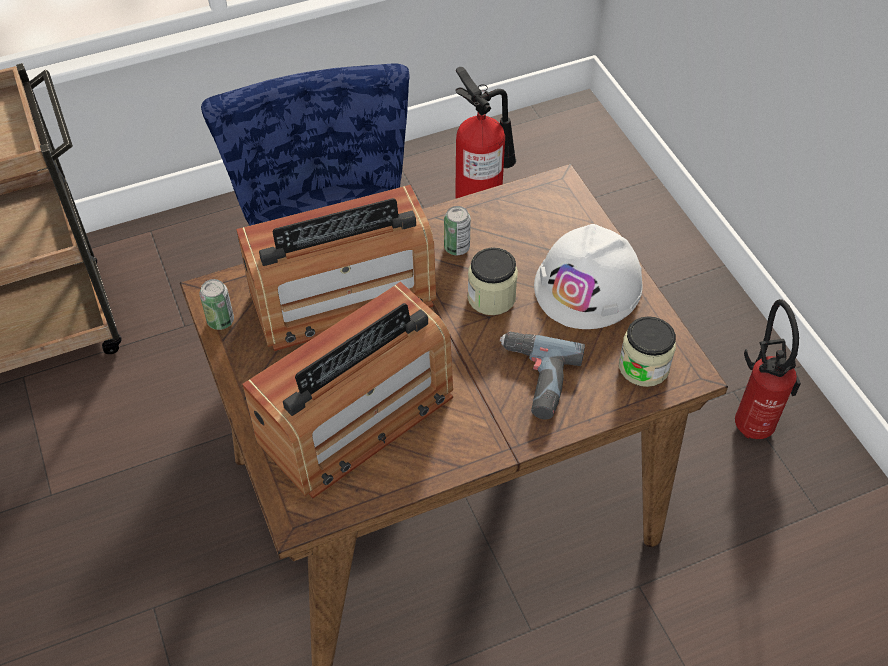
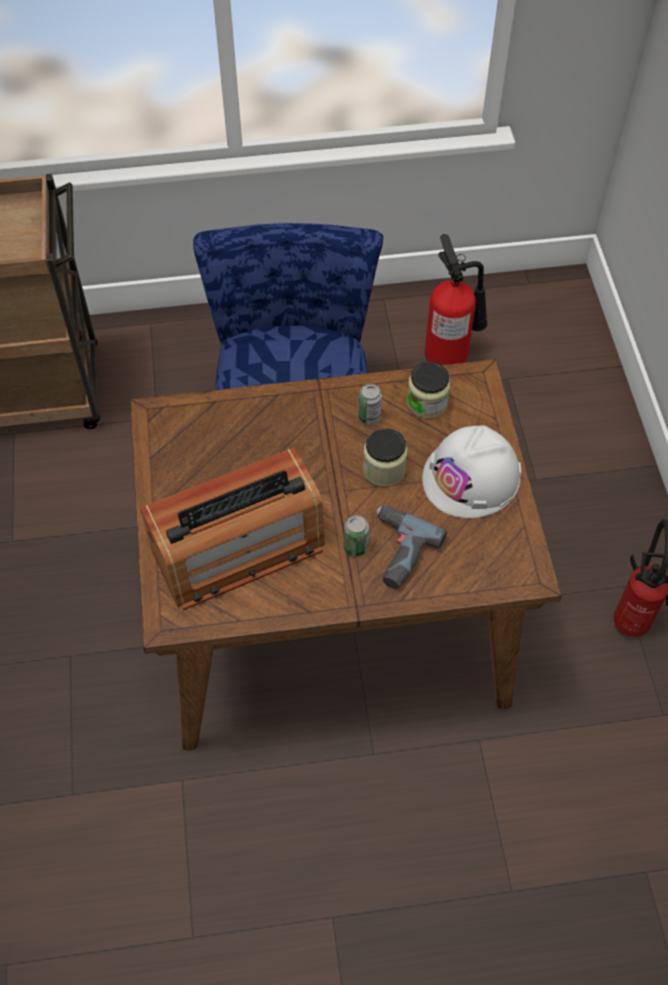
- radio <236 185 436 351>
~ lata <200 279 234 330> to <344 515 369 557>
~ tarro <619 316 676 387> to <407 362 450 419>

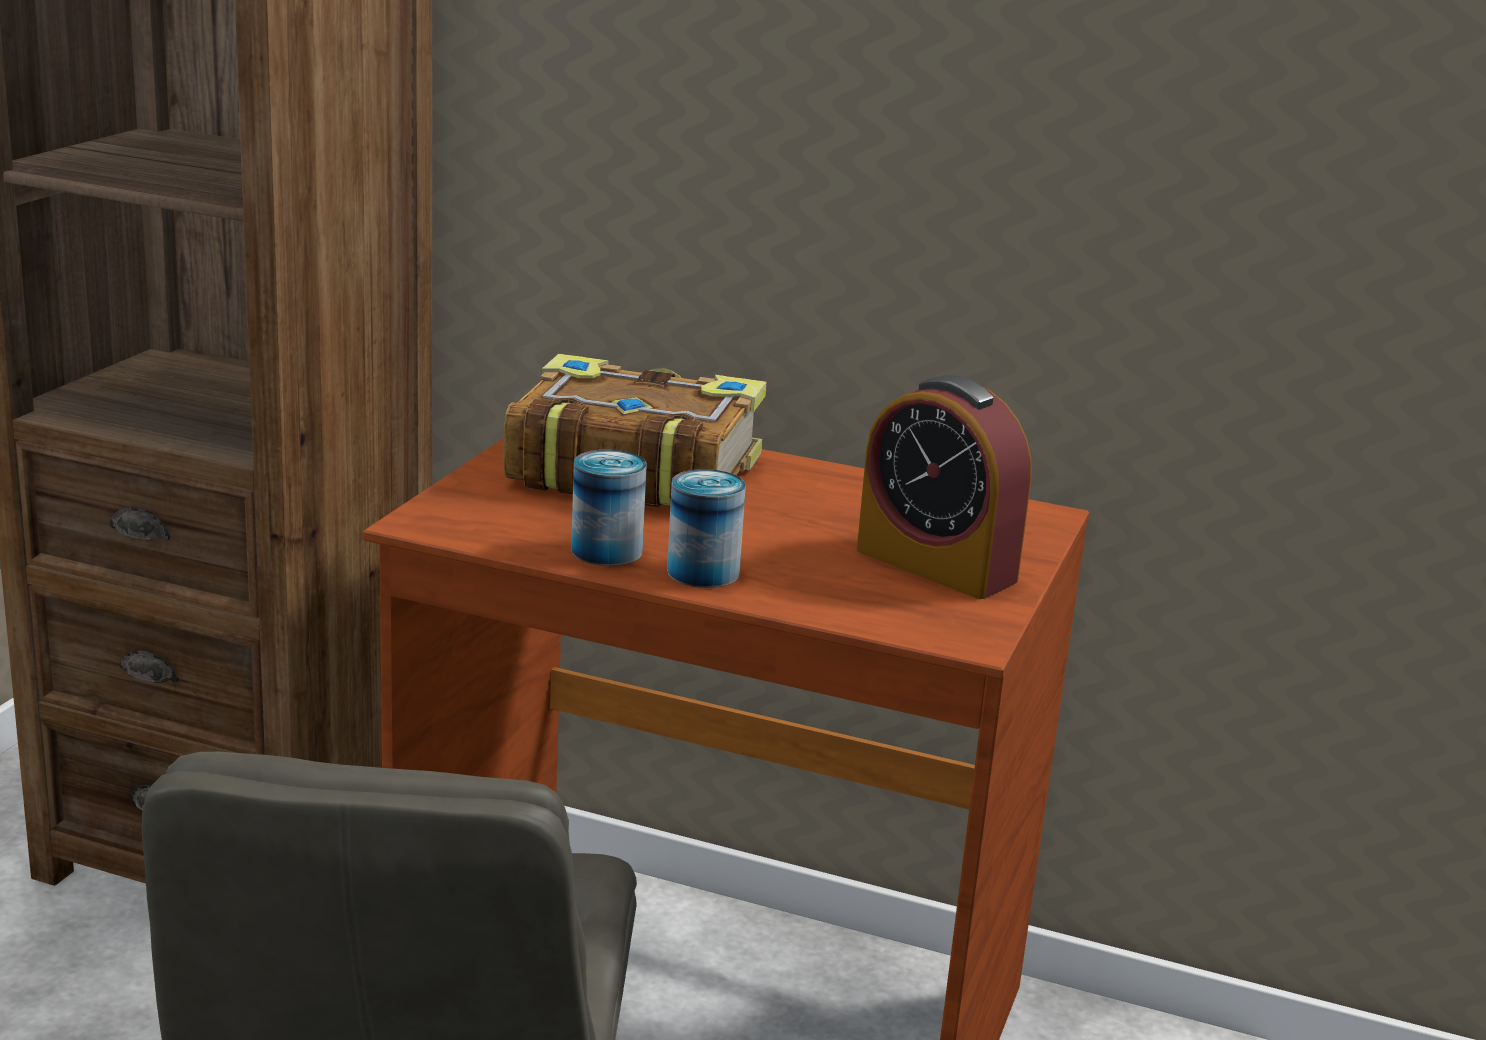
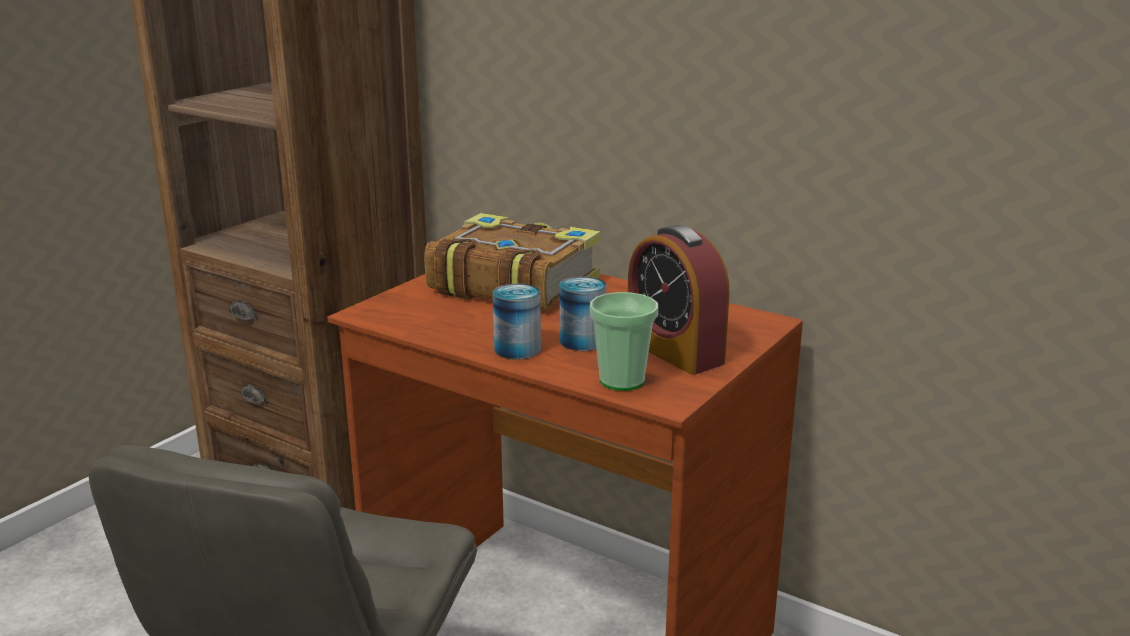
+ taza <590 292 658 391>
~ lata <571 450 647 566> to <560 277 606 351>

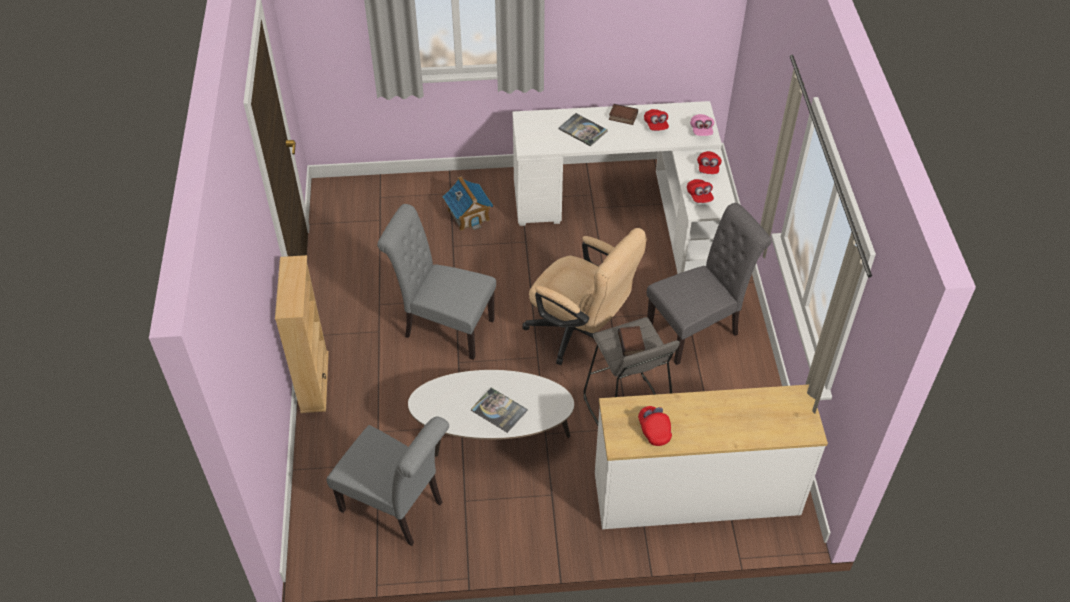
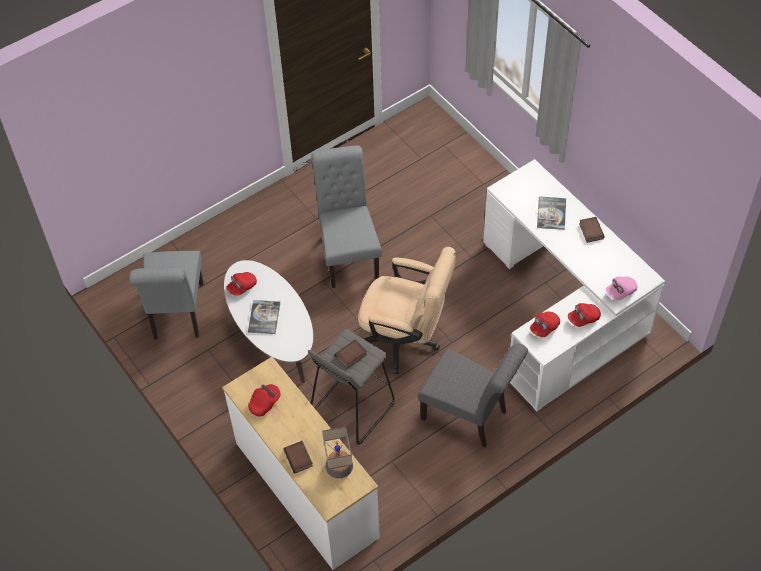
- estantería/beis <275 255 329 413>
- casita <443 176 493 231>
+ libro <284 441 313 474>
+ lámpara de mesa <322 426 353 479>
~ gorra/rojo <644 109 669 131> to <226 272 257 296>
~ silla de oficina/beis <522 228 647 365> = <358 247 456 374> 75 degrees counterclockwise

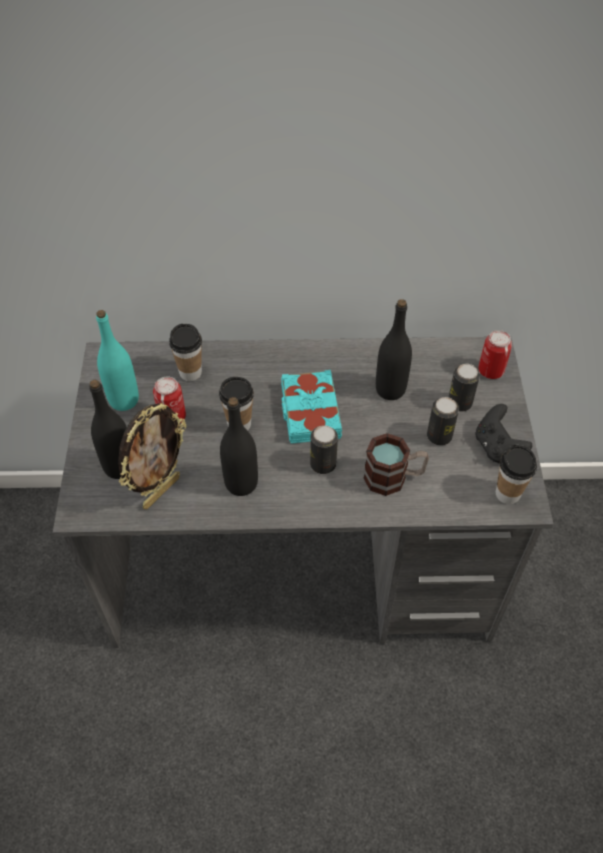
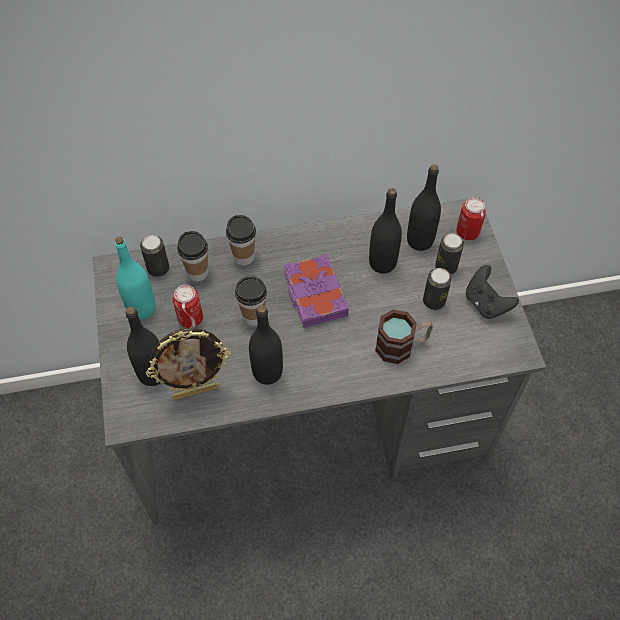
+ botella/negro <407 164 441 251>
~ lata <310 425 338 474> to <140 235 169 277>
~ taza <496 445 537 504> to <226 215 256 266>
~ libro/turquesa <281 370 342 444> to libro/morado <284 254 349 328>
~ portarretratos <118 403 186 509> = <146 328 231 400> 45 degrees clockwise

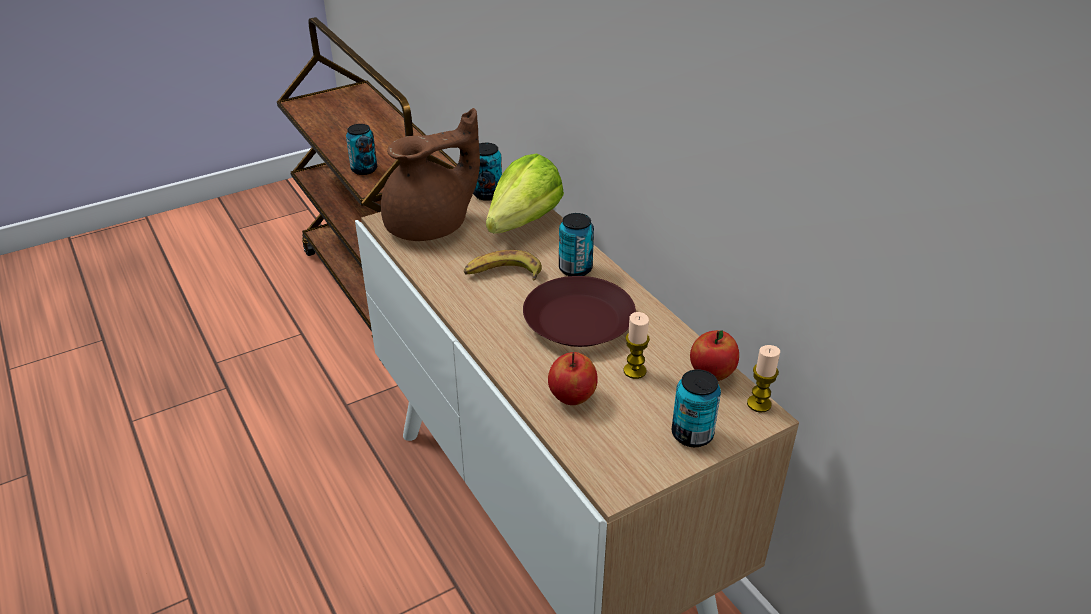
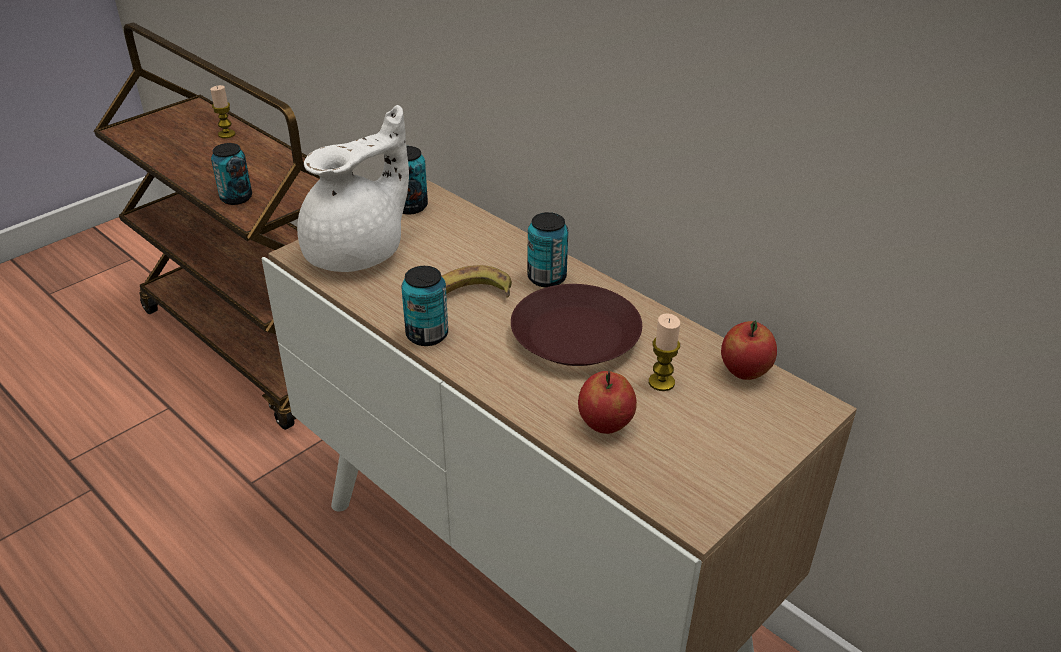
- lechuga <486 153 564 234>
~ lata <672 369 721 447> to <401 266 448 346>
~ vela <747 345 780 413> to <210 85 236 138>
~ tetera/marrón <381 108 480 241> to tetera/blanco <297 105 409 272>

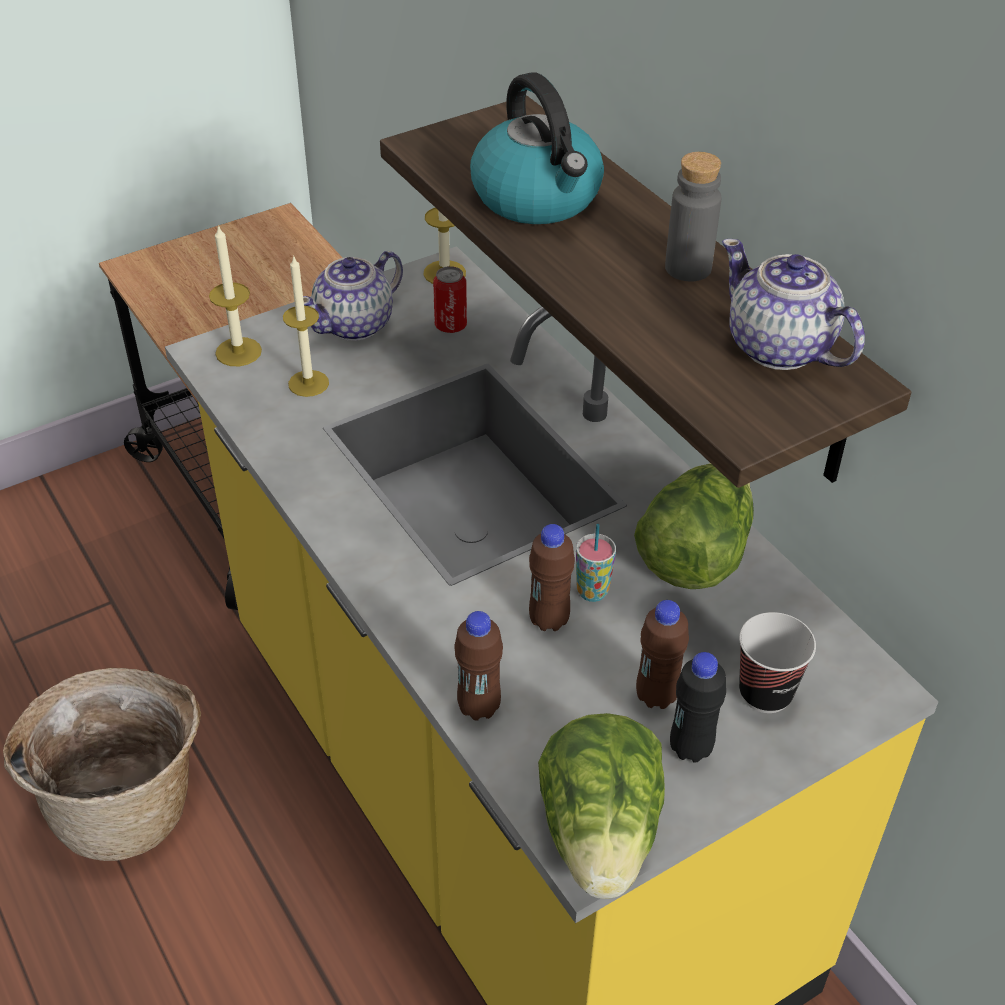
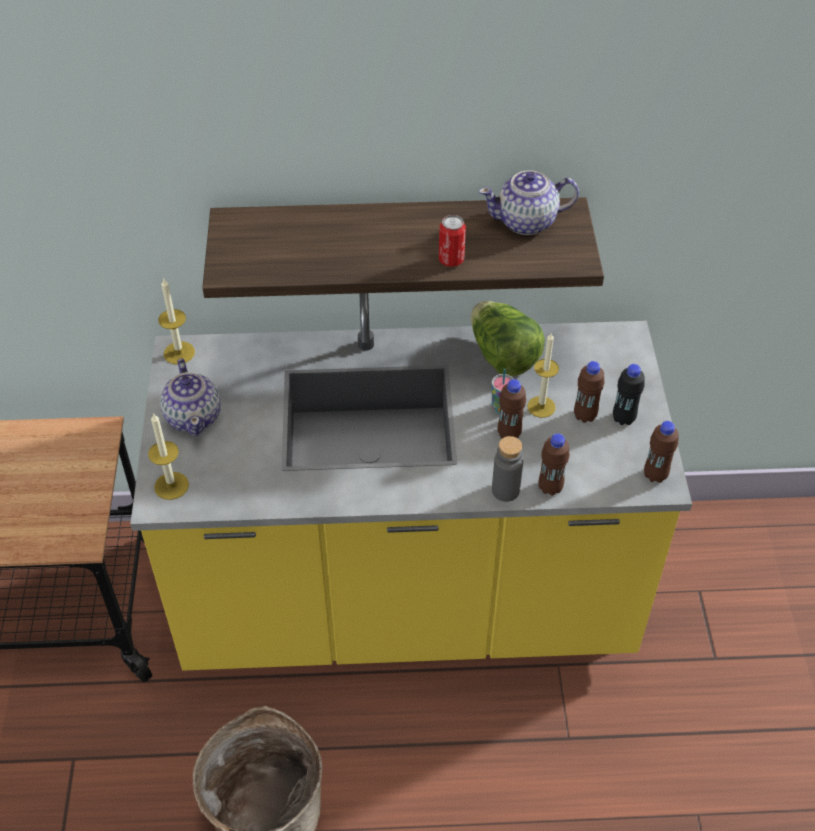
- hervidor <470 72 604 224>
- taza <739 612 816 713>
~ vela <283 255 329 397> to <527 333 559 418>
~ lata <433 266 467 333> to <439 215 466 267>
~ botella/gris <665 152 721 282> to <492 436 523 502>
~ lechuga <538 713 665 899> to botella/marrón <644 421 679 483>

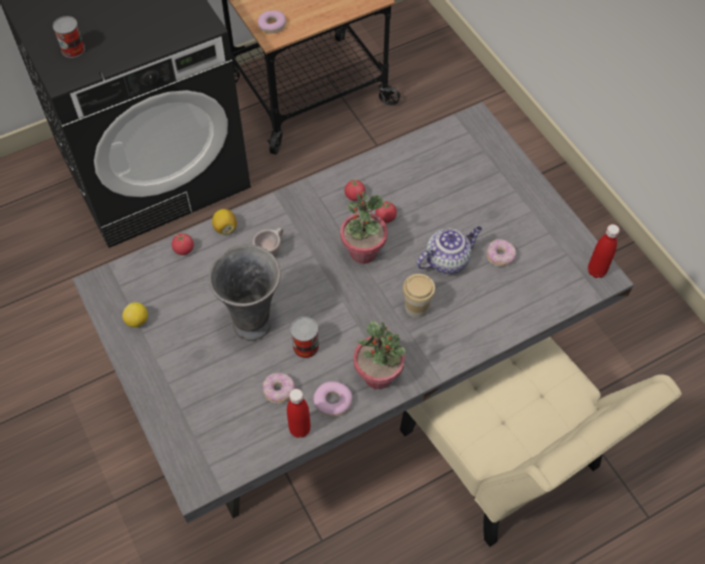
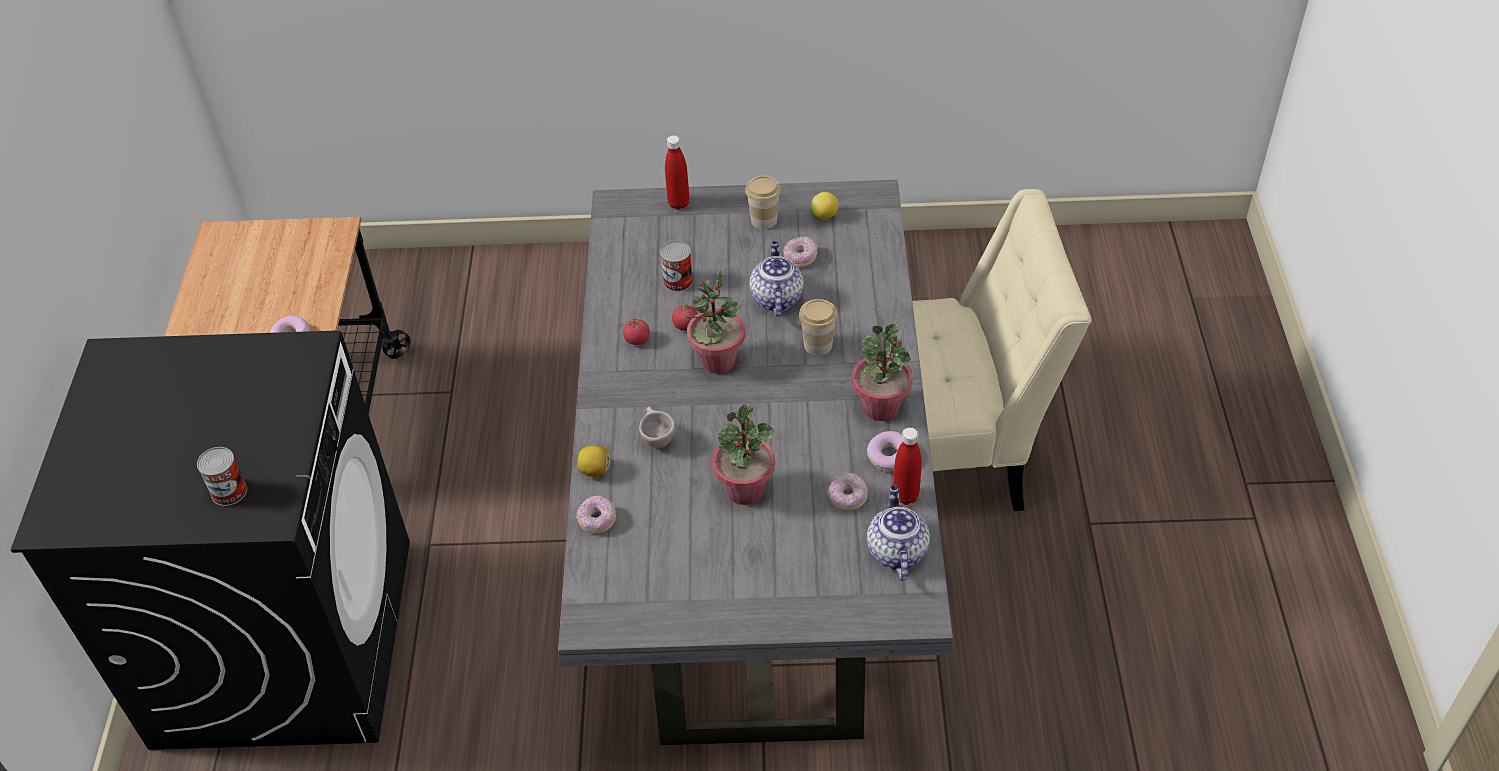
+ taza <745 176 781 229>
+ tetera <867 485 930 581>
~ limón <122 302 148 328> to <811 192 839 219>
~ lata <291 317 319 359> to <660 241 693 292>
~ botella/rojo <588 224 620 278> to <665 135 690 210>
~ tomate <172 233 194 255> to rosquilla <576 496 616 533>
~ florero/gris <208 244 281 341> to planta en maceta <712 404 775 505>

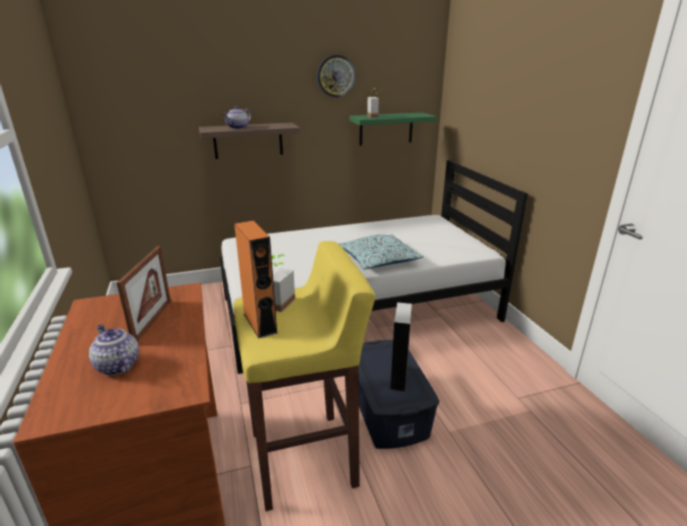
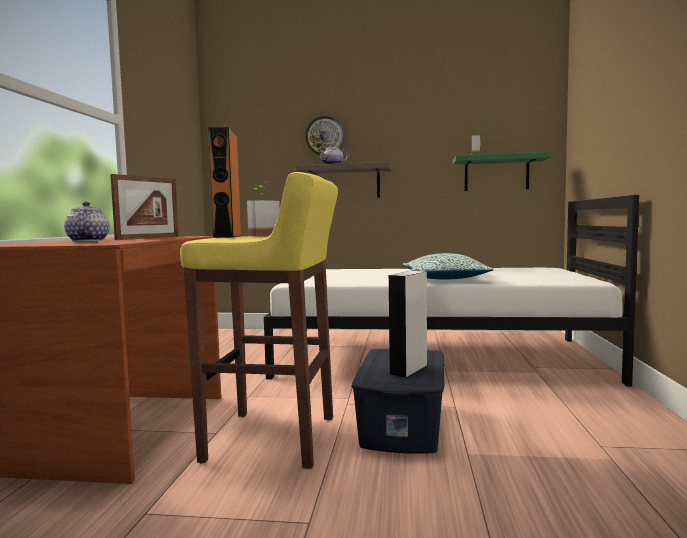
~ reloj de pared <317 55 356 98> to <305 116 344 155>

